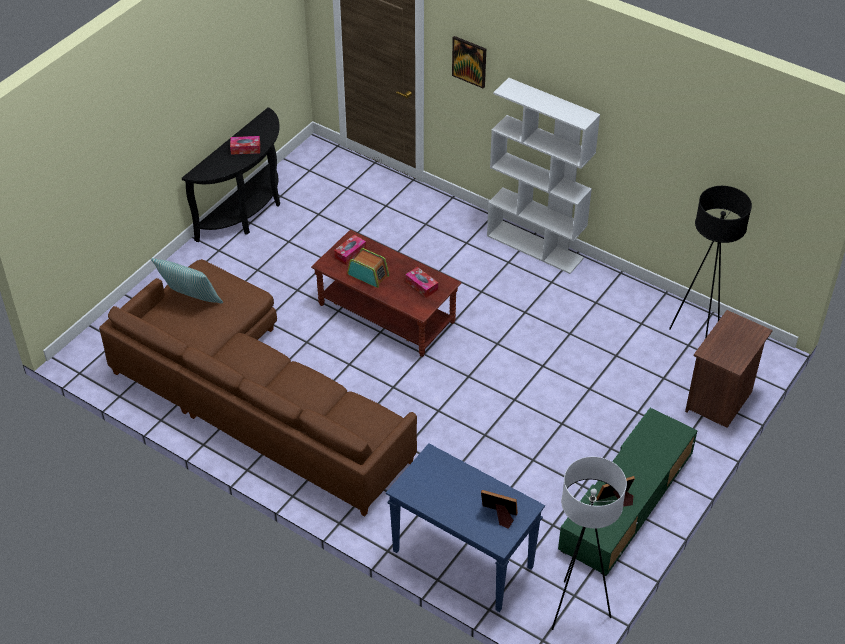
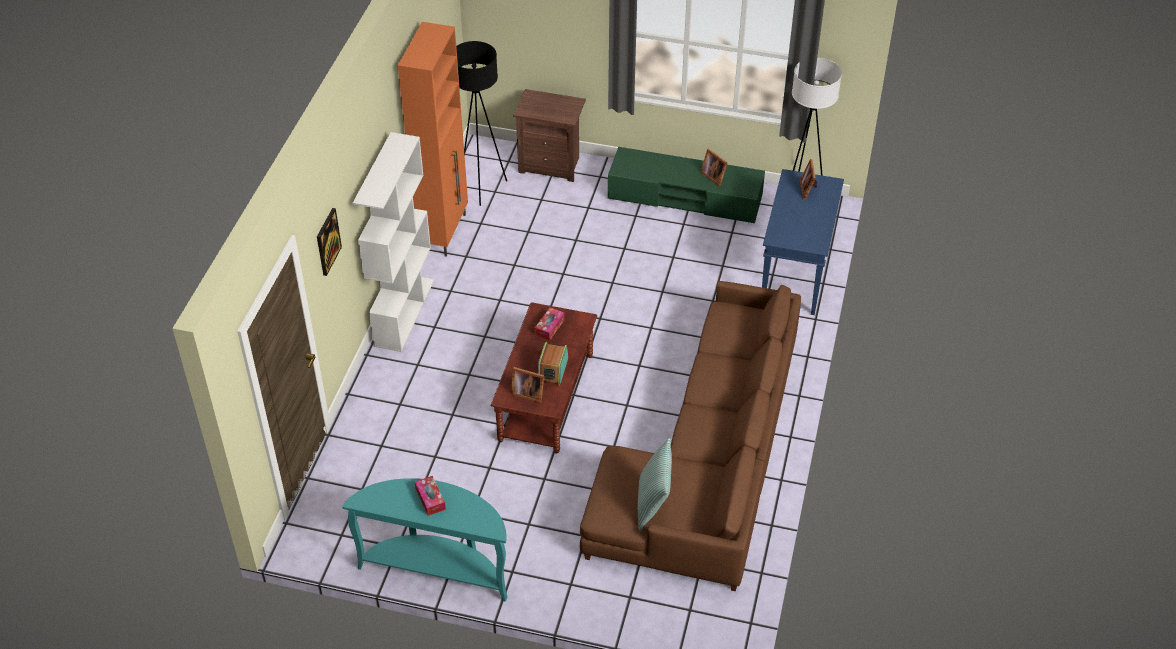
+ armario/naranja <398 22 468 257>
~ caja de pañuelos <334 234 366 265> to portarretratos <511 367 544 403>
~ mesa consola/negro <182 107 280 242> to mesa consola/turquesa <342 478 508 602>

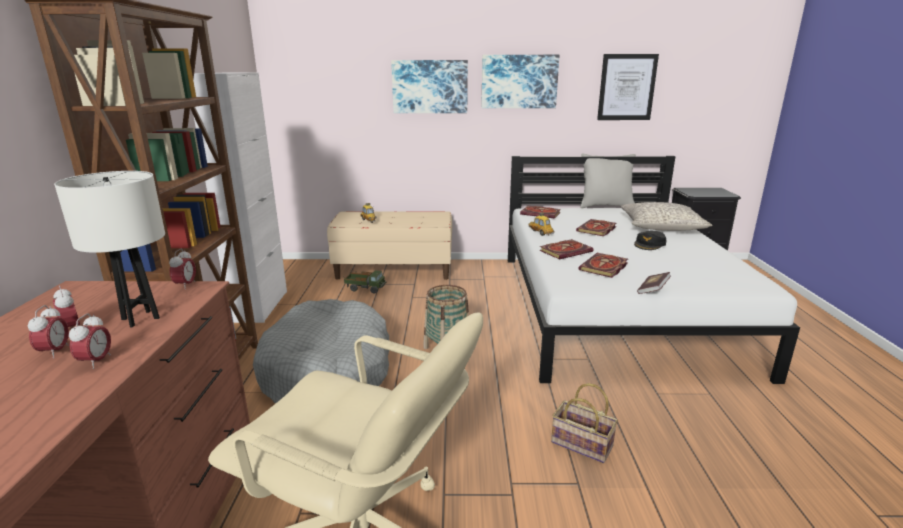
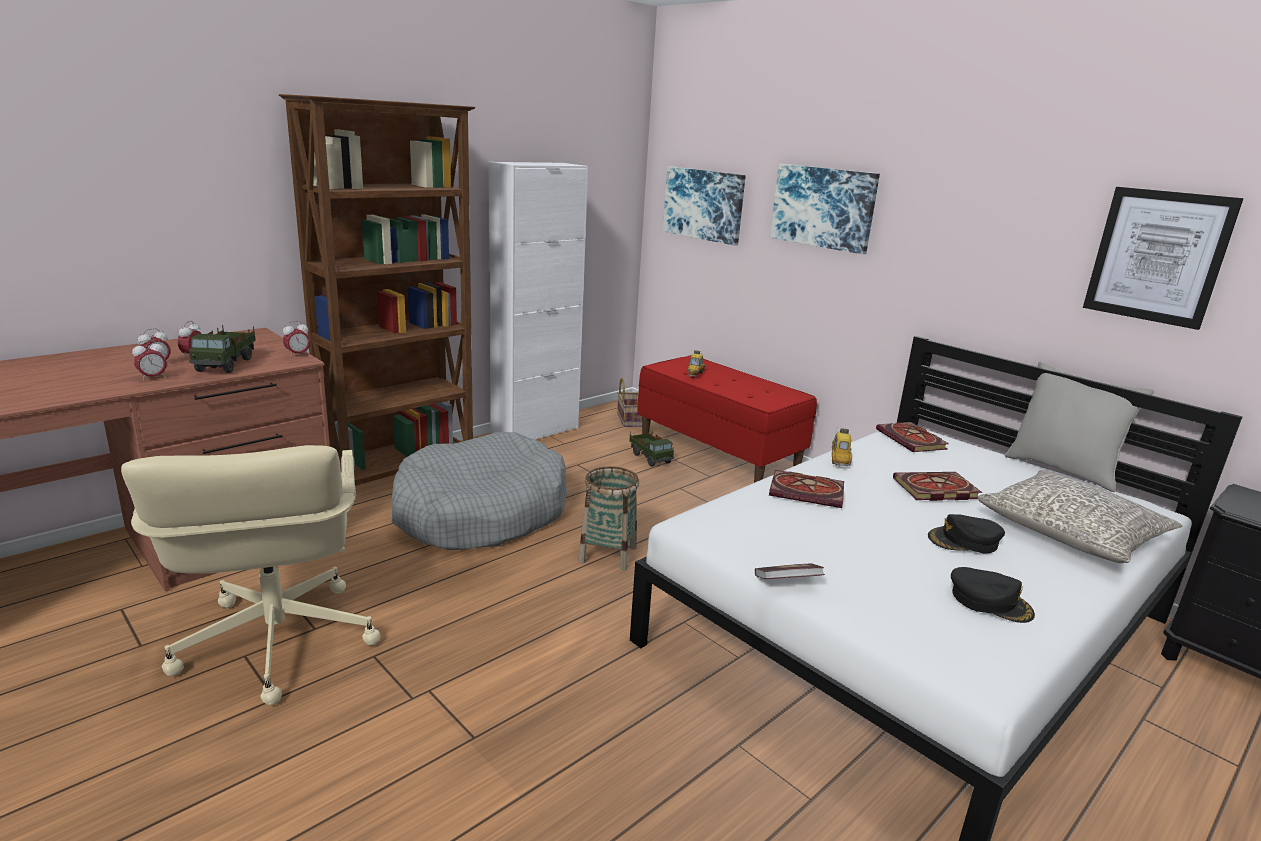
- libro <578 253 628 278>
+ gorra/negro <951 567 1035 623>
~ cuadro <482 55 560 108> to <663 166 746 245>
~ cesta <551 383 618 463> to <617 378 642 427>
~ lámpara de mesa/blanco <54 171 165 328> to camión de juguete <189 325 256 373>
~ banco/beis <327 211 452 280> to banco/rojo <637 355 817 483>

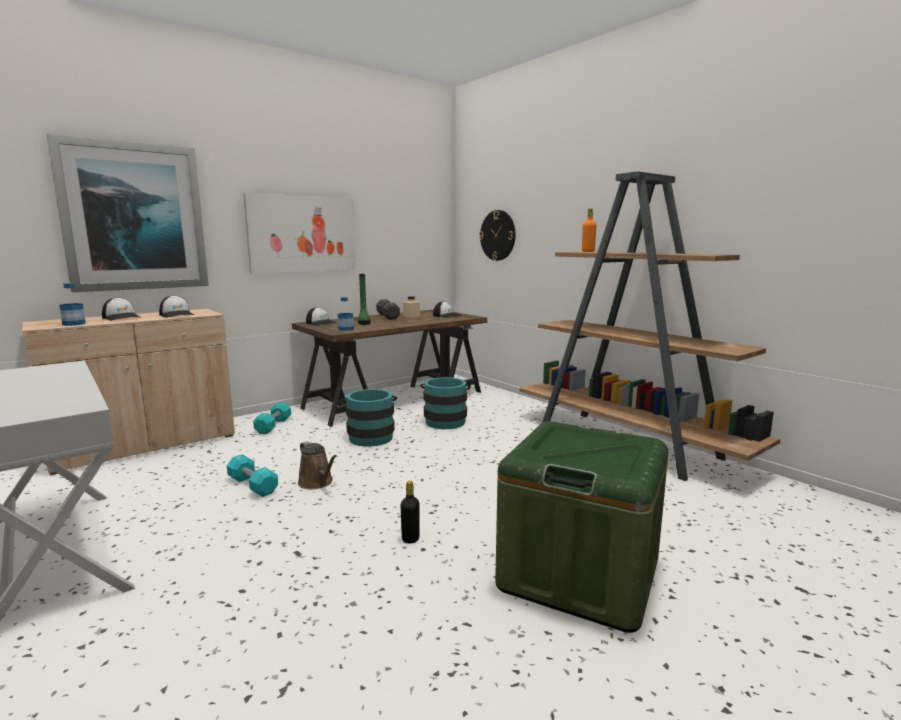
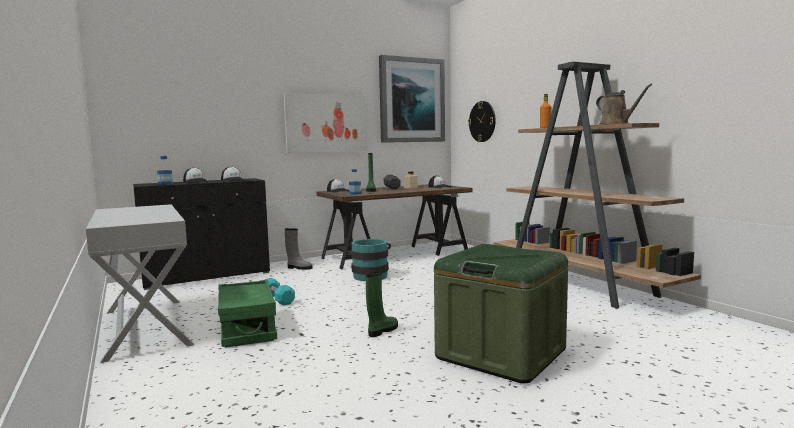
- cubo/turquesa <420 377 471 429>
+ caja de almacenaje/verde <218 280 277 348>
~ cuadro <47 134 209 292> to <379 55 445 143>
~ regadera/marrón <298 441 337 489> to <596 84 652 125>
~ mancuerna/turquesa <253 402 291 434> to bota/gris <285 228 313 270>
~ botella/negro <400 481 420 544> to bota/verde <366 272 398 337>
~ armario/beis <22 309 235 475> to armario/negro <133 178 270 290>

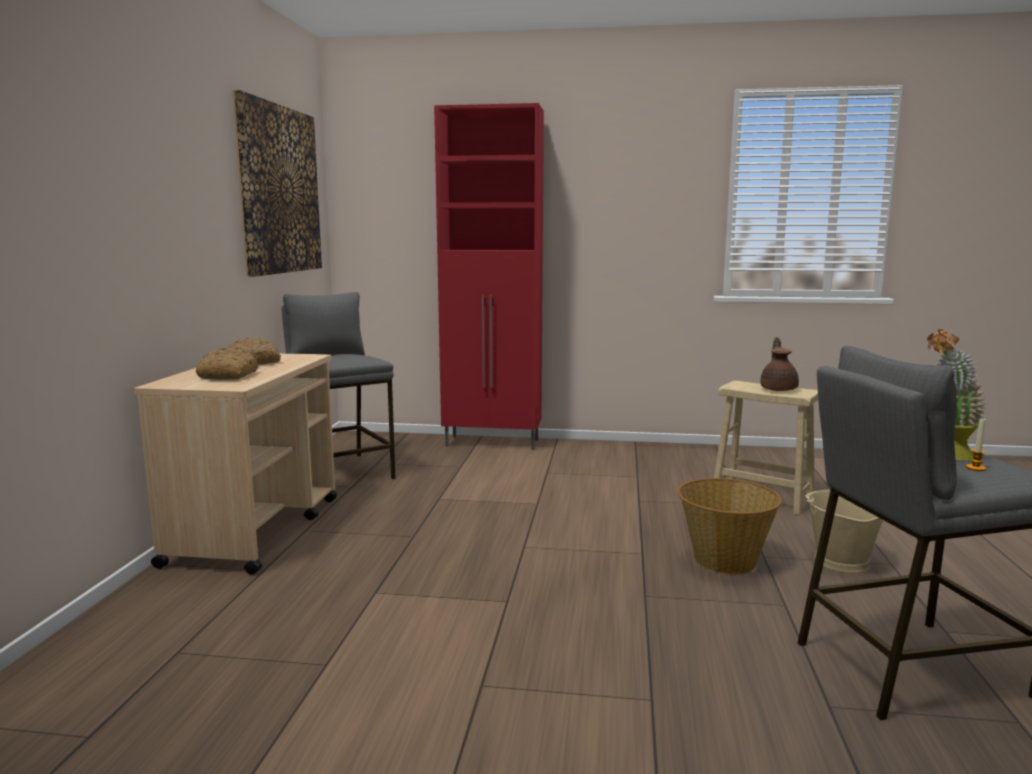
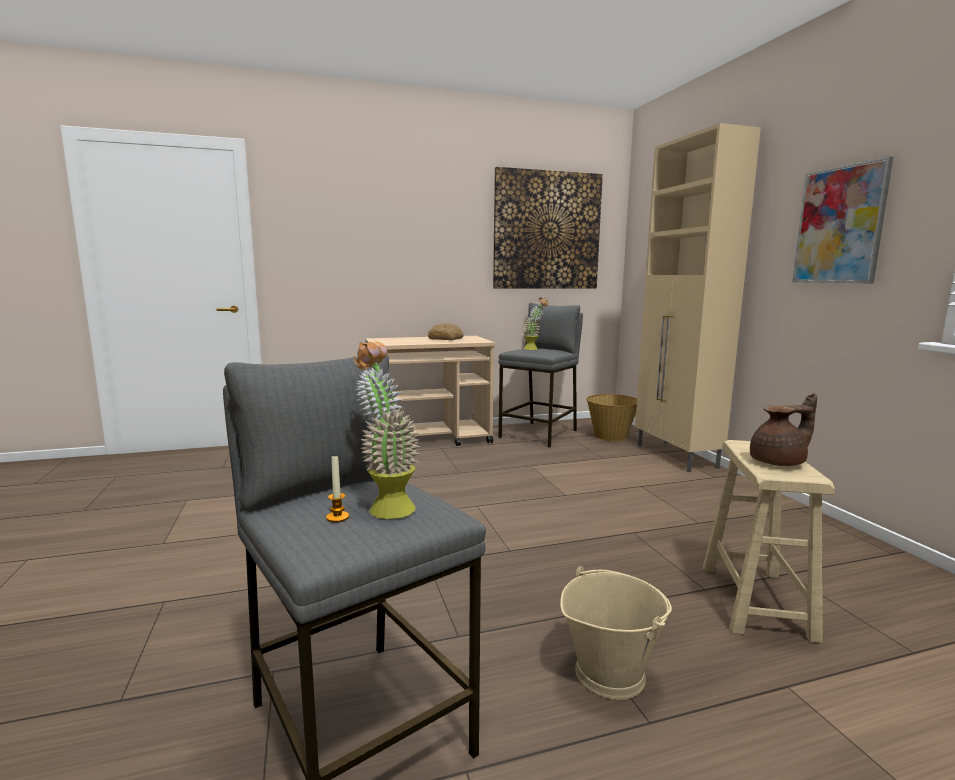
- pan <195 348 258 380>
+ planta en maceta <523 297 548 350>
+ cuadro <792 156 893 283>
~ cesta <677 478 782 575> to <586 394 637 441>
~ armario/rojo <434 103 544 450> to armario/beis <635 123 761 472>

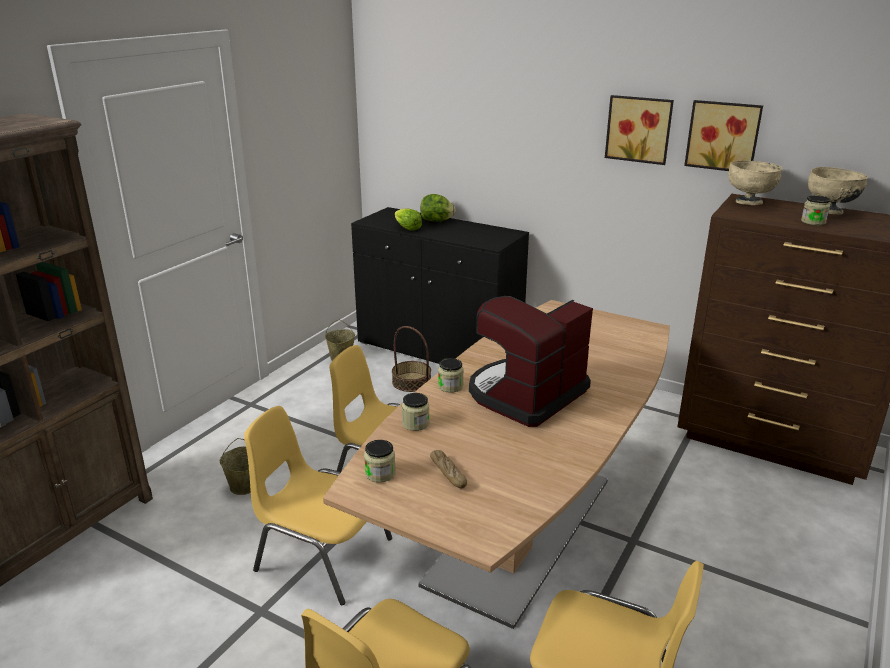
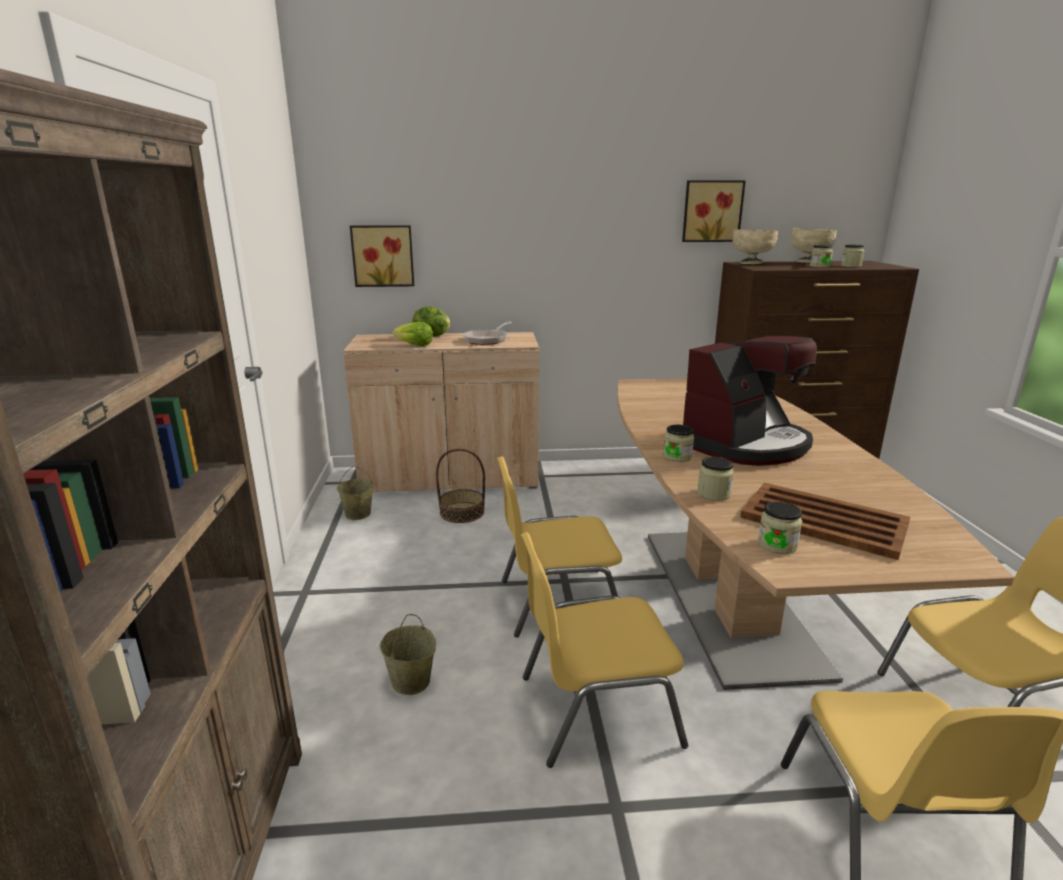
+ sartén <462 322 512 345>
+ tarro <841 244 864 267>
~ cuadro <605 95 674 165> to <350 225 414 287>
~ pan <430 450 467 489> to bandeja/marrón <740 483 910 560>
~ armario/negro <351 207 529 364> to armario/beis <343 332 539 492>
~ cafetera <469 296 593 427> = <683 336 817 466> 135 degrees counterclockwise

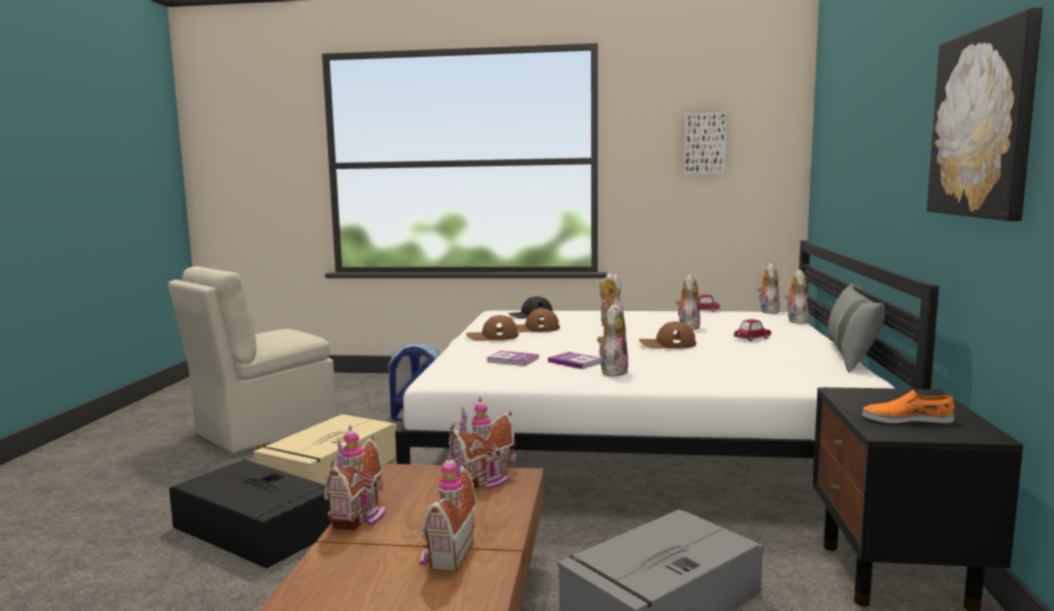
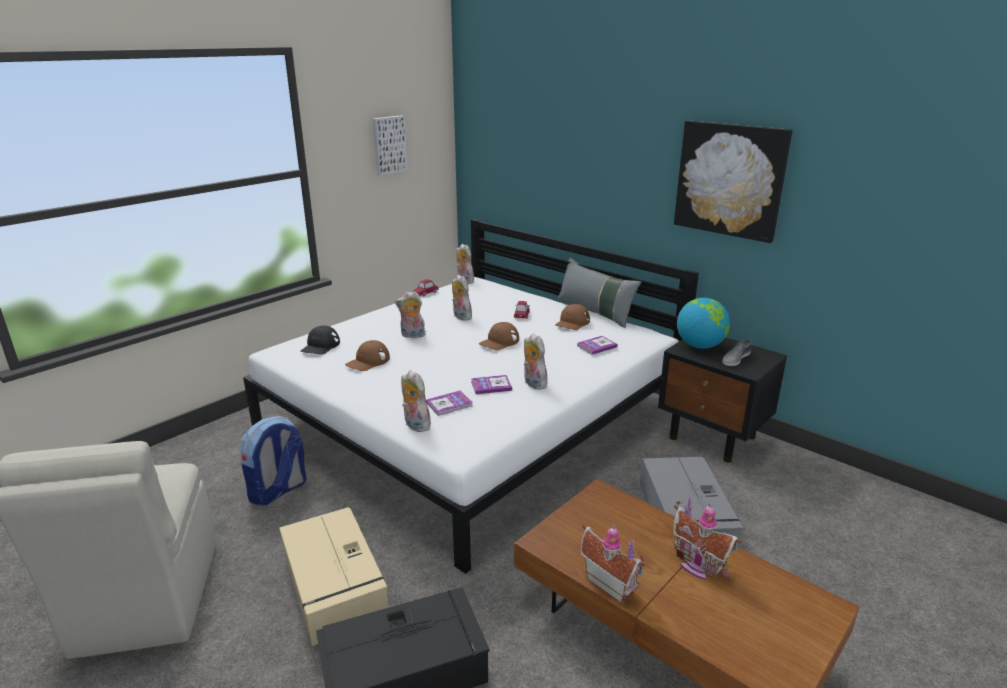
- casita <449 397 517 490>
+ libro <577 336 618 355>
+ globo terráqueo <677 298 730 349>
~ gorra/marrón <466 315 519 340> to <555 304 590 330>
~ peluche <785 270 809 324> to <401 370 433 432>
~ zapato/naranja <862 390 955 423> to zapato/gris <722 339 751 366>

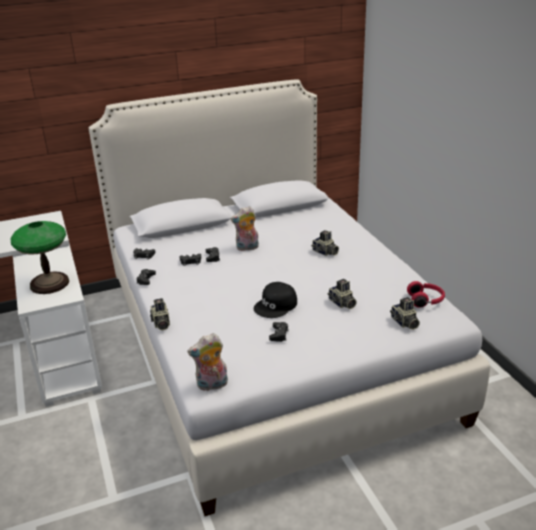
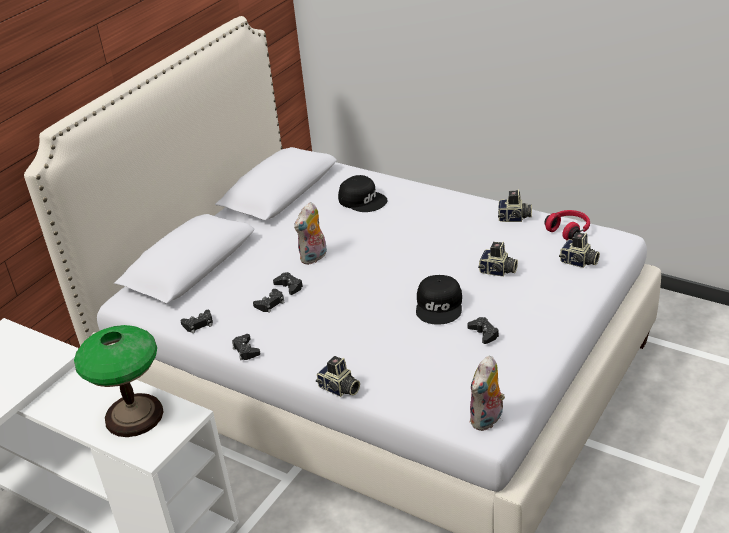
+ gorra/negro <338 175 388 212>
~ cámara <311 230 339 256> to <498 189 532 222>

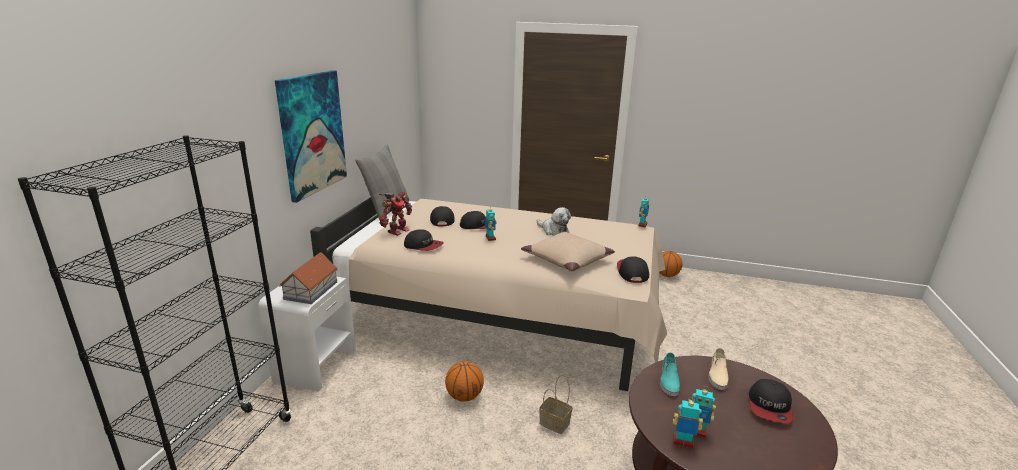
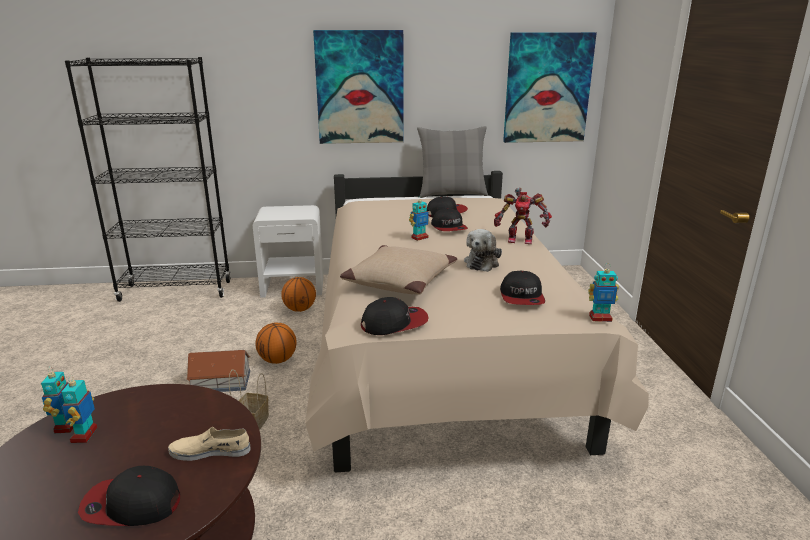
- zapato/turquesa <660 353 680 396>
+ cuadro <503 32 597 143>
~ casita <279 252 338 304> to <186 350 250 392>
~ robot de juguete <379 192 412 236> to <494 188 552 244>
~ gorra <404 229 443 251> to <500 271 545 305>
~ balón de baloncesto <659 251 682 277> to <281 277 316 312>

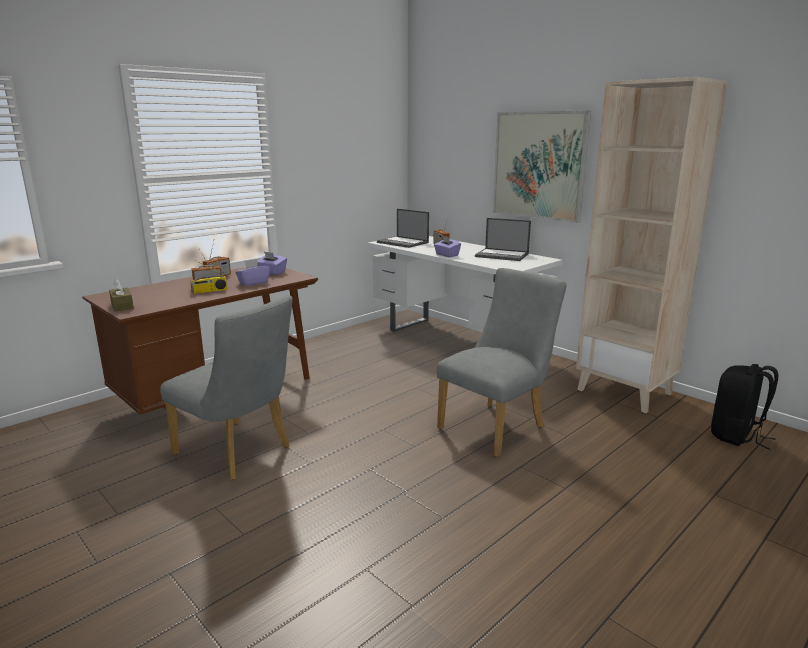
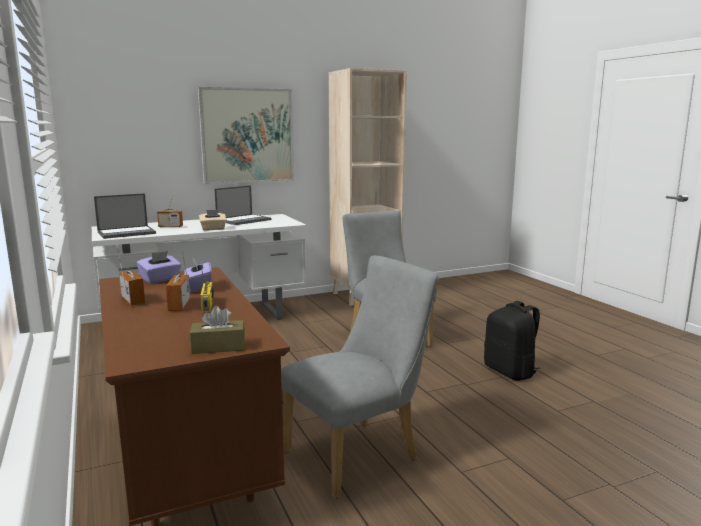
~ mochila/negro <711 364 778 450> to <484 301 541 381>
~ caja de pañuelos/morado <434 236 461 257> to caja de pañuelos/beis <199 210 226 231>

